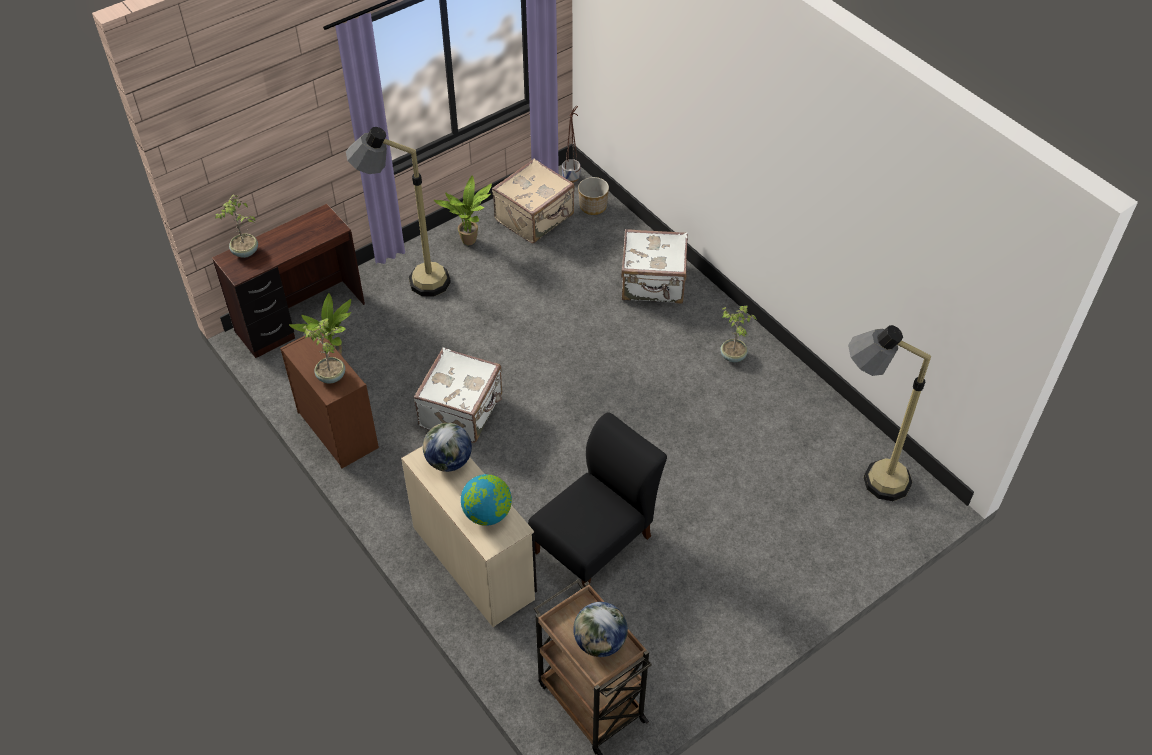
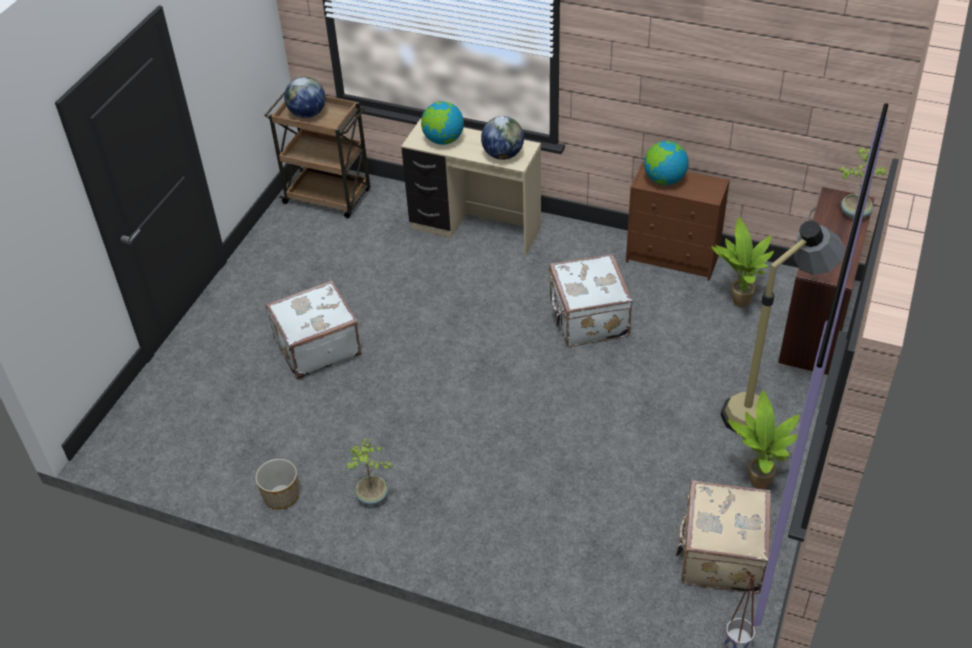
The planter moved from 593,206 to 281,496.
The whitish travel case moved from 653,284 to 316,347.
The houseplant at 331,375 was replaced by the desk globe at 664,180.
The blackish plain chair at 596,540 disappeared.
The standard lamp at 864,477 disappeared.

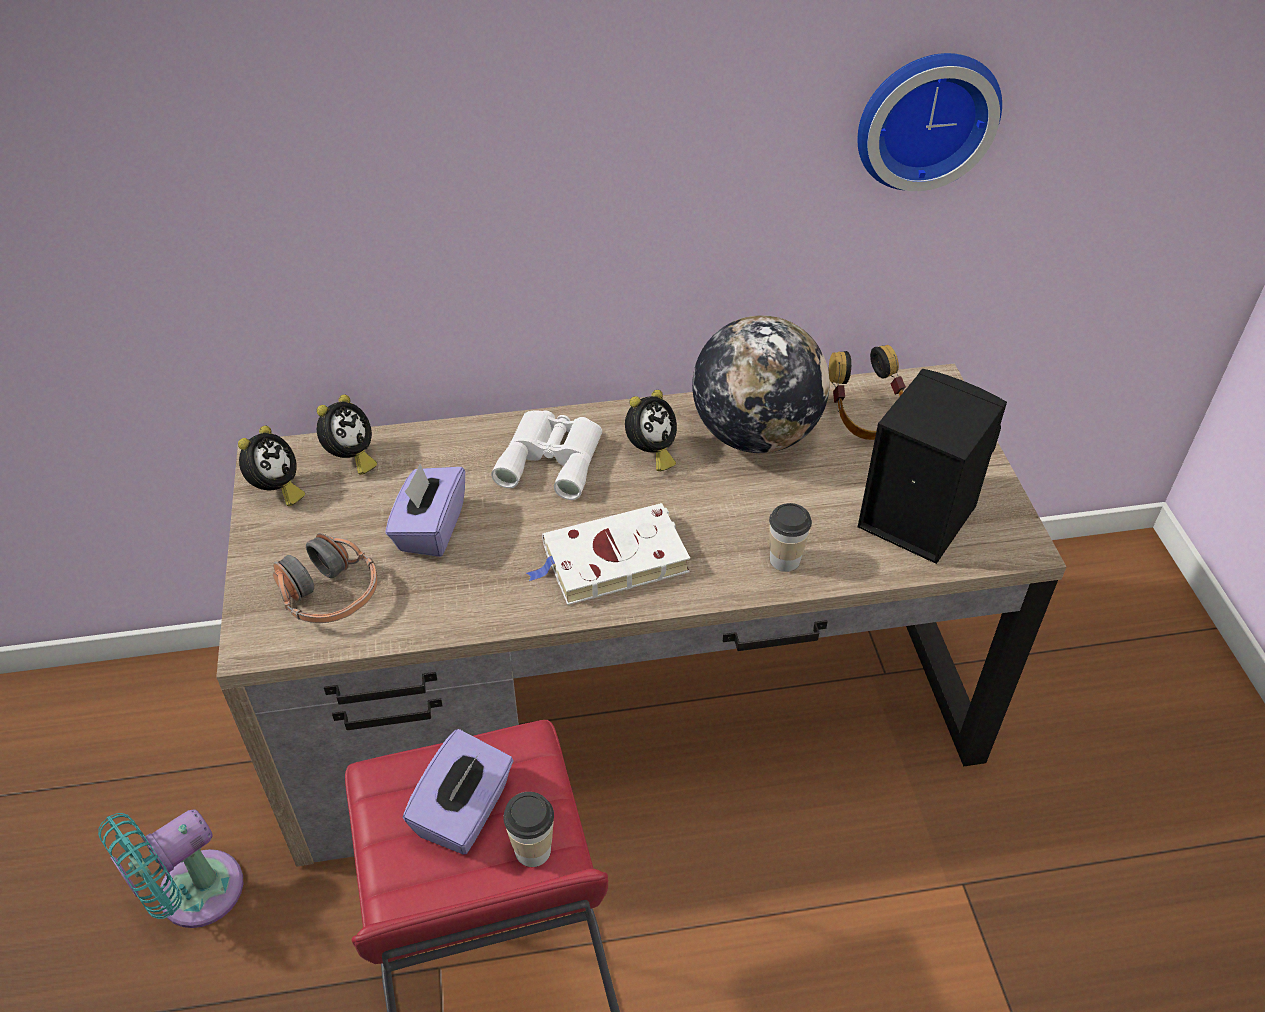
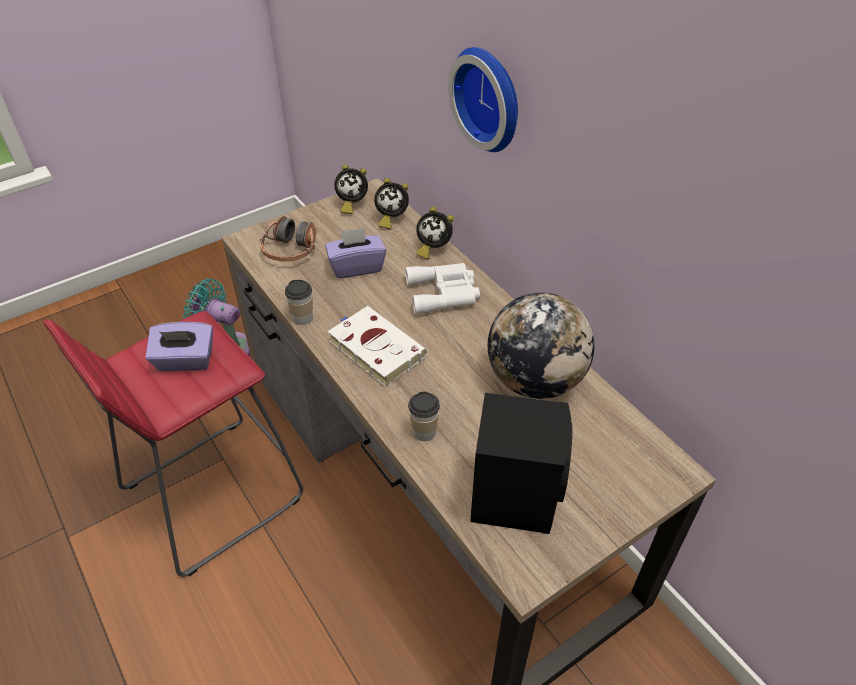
The small cup moved from 532,850 to 302,318.
The bedside clock moved from 650,453 to 433,248.
The clock on the wall moved from 924,117 to 490,98.
The headset at 865,417 disappeared.

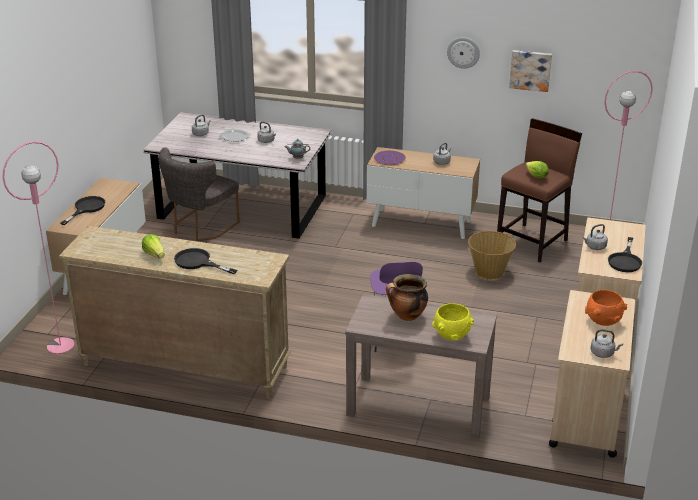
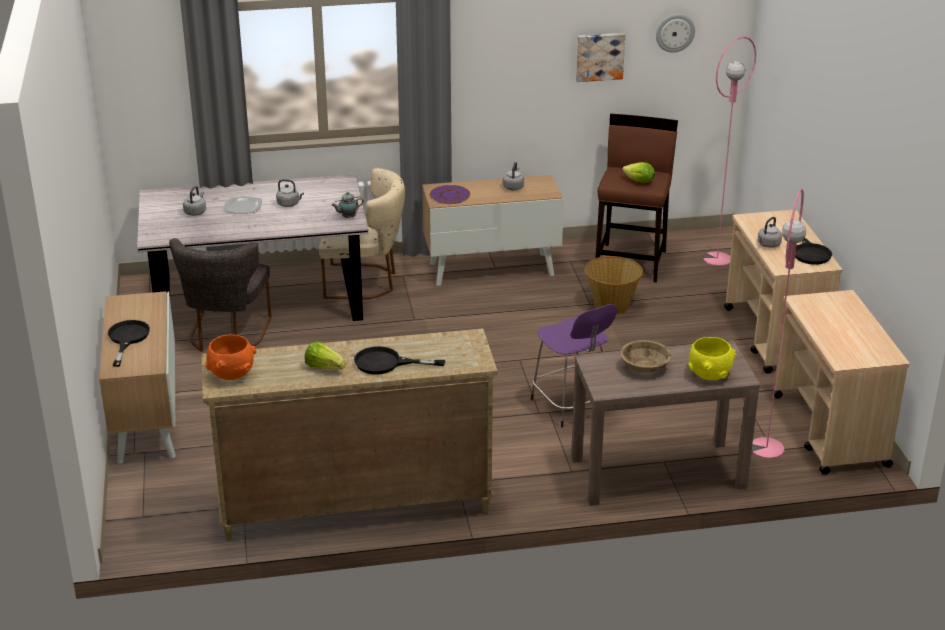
The orange deep dish moved from 603,321 to 232,374.
The beige plain chair at 364,282 appeared.
The stockpot at 407,316 was replaced by the beige deep dish at 644,367.
The clock on the wall moved from 463,52 to 675,32.
The pink-coloured standard lamp moved from 60,345 to 766,448.
The grey tea kettle at 603,353 disappeared.

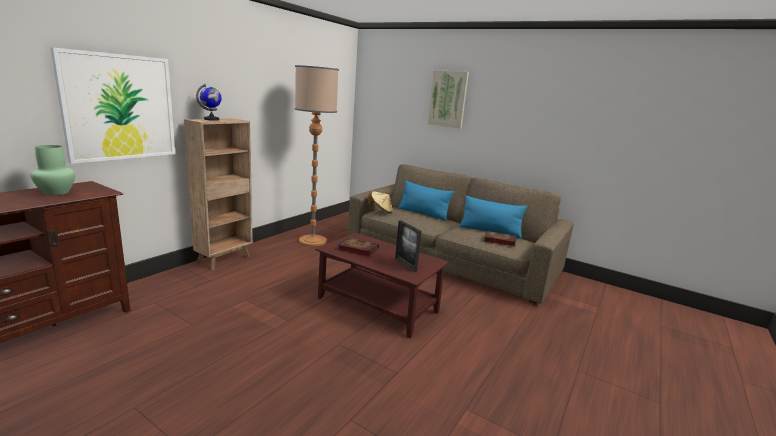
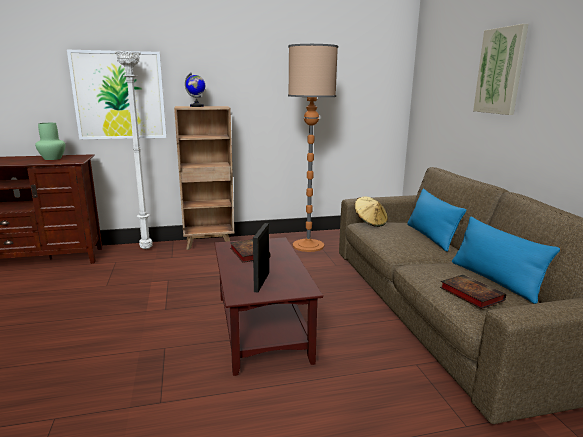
The whitish standard lamp at 147,248 appeared.

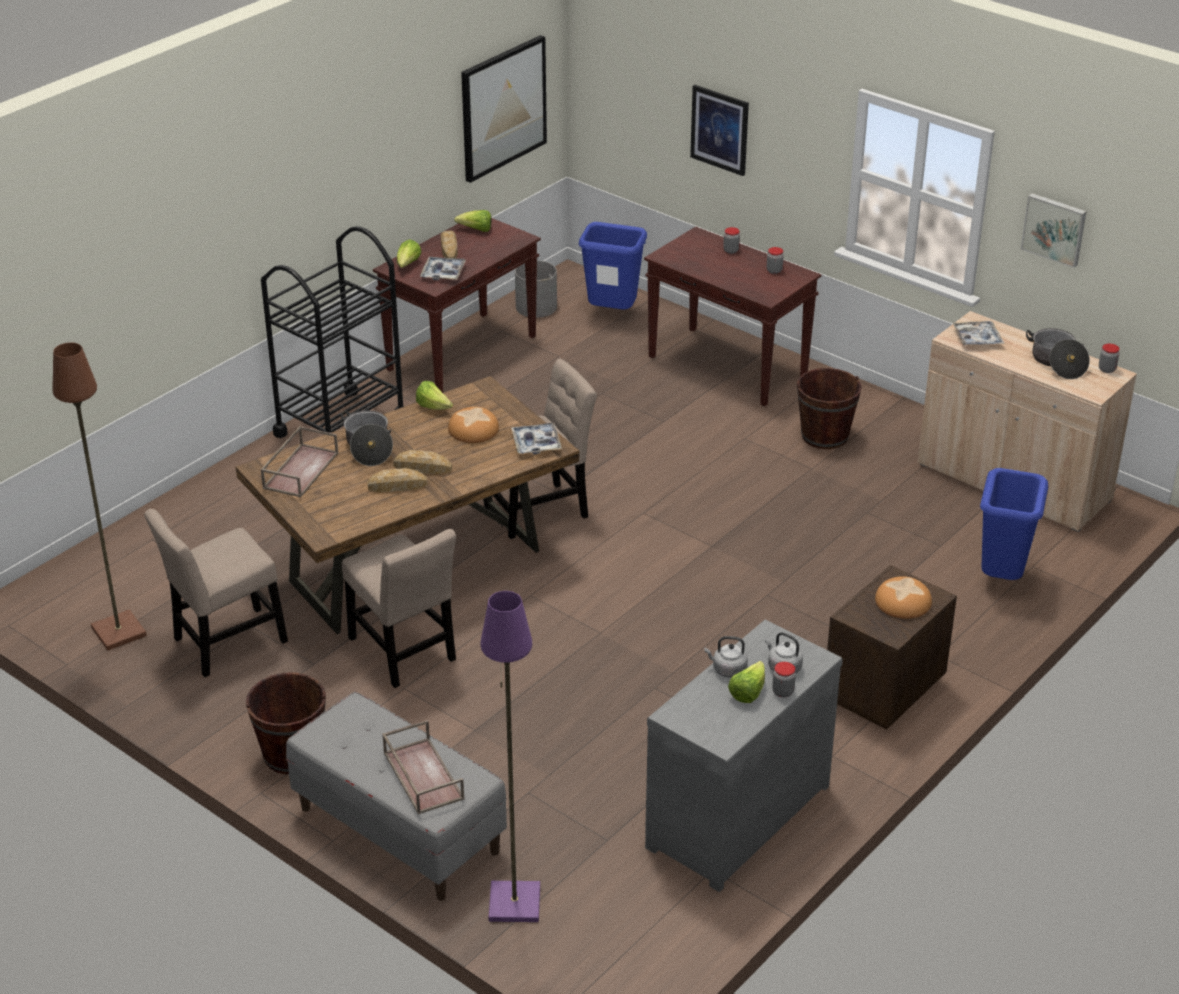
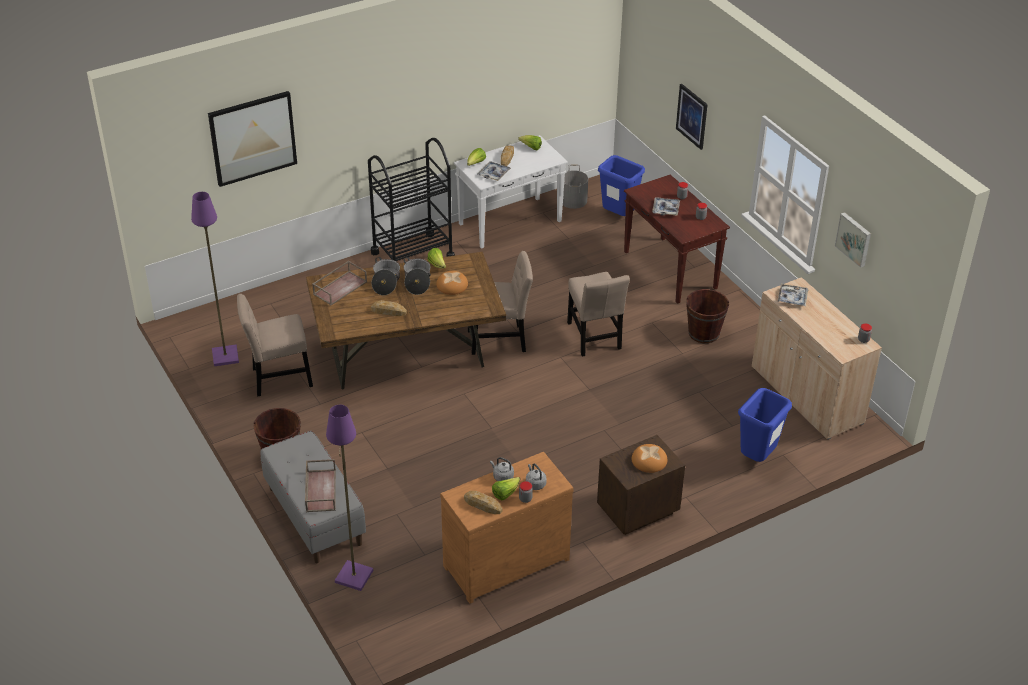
The brown-coloured standard lamp at 117,632 became the purple-coloured standard lamp at 224,356.
The picture moved from 503,107 to 252,138.
The stockpot moved from 1057,363 to 417,281.
The grey chest of drawers at 733,815 became the brown-coloured chest of drawers at 503,561.
The brown-coloured narrow table at 462,353 became the whitish narrow table at 510,222.
The baked bread moved from 422,467 to 482,505.
The beige plain chair moved from 404,653 to 594,338.
The tray moved from 536,443 to 665,209.

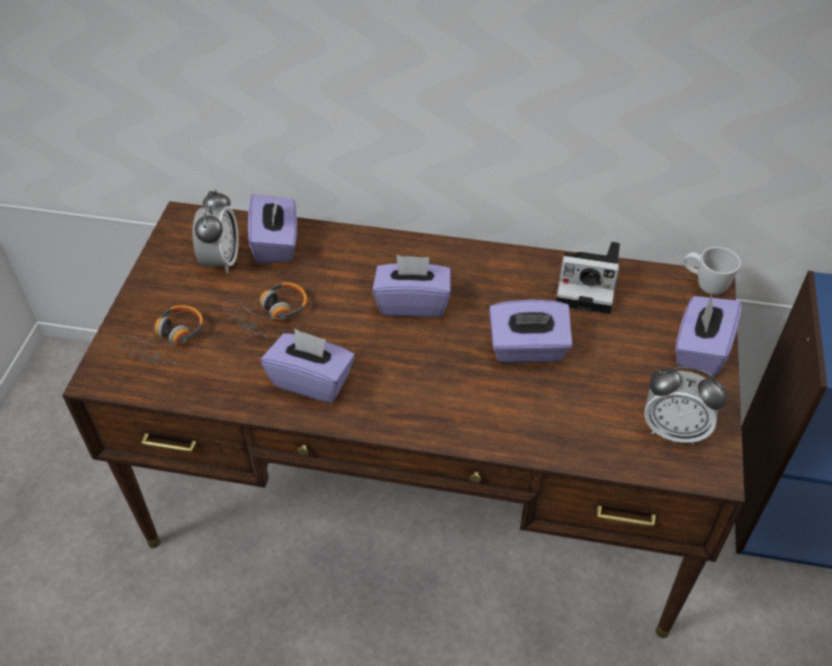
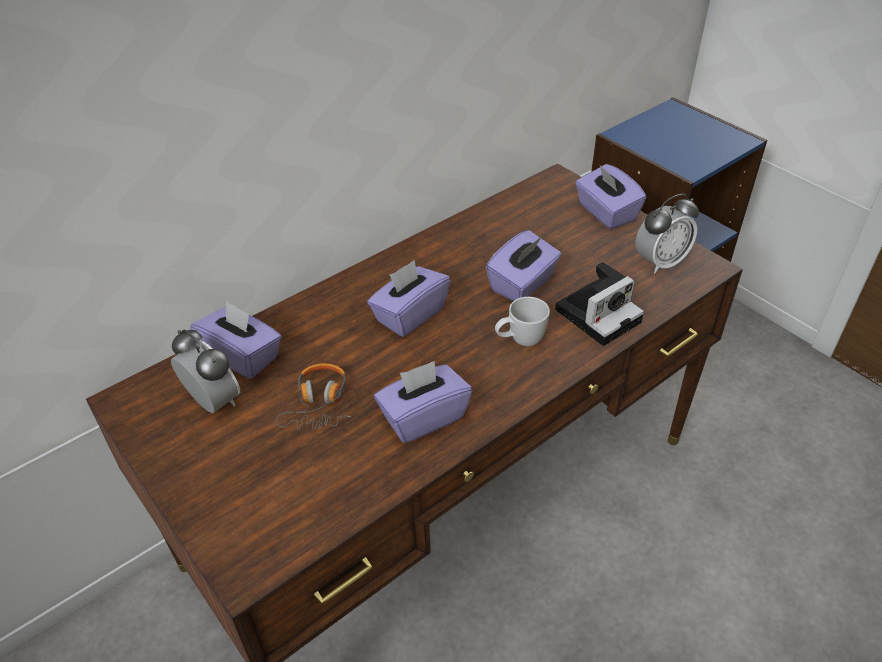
The whitish coffee mug moved from 704,285 to 519,341.
The photo camera moved from 589,285 to 599,314.
The headset at 169,341 disappeared.

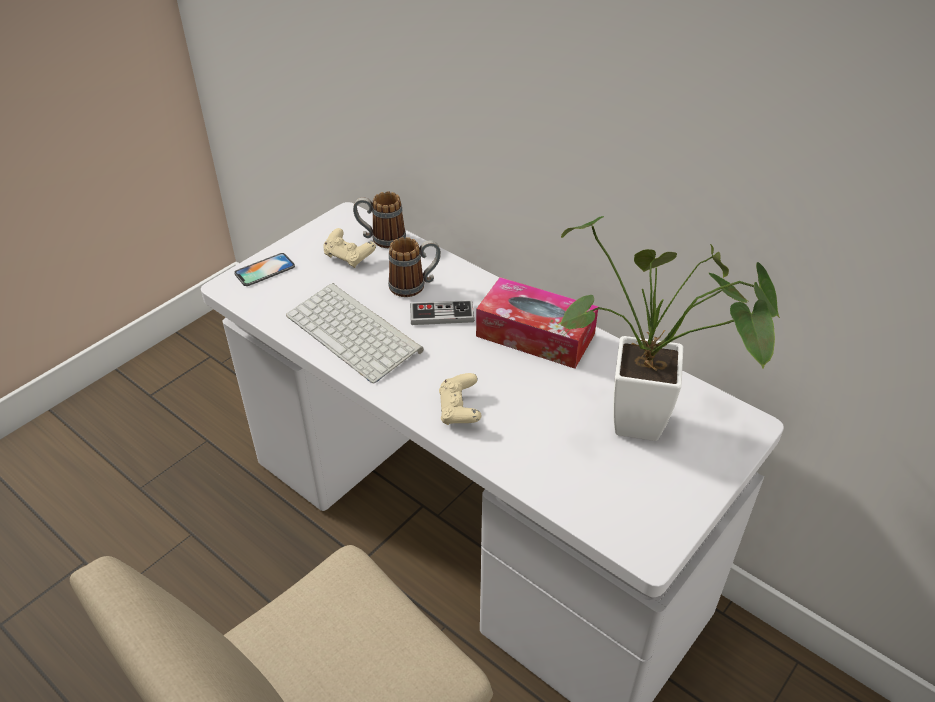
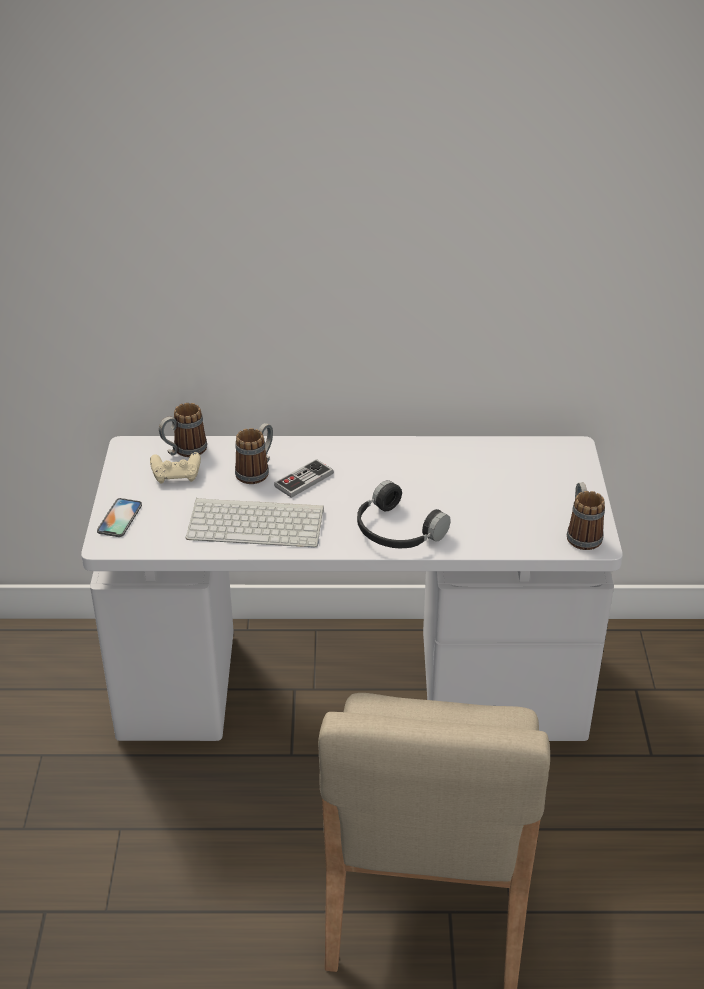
The beige joypad at 459,410 was replaced by the blackish headset at 396,531.
The coffee mug at 581,534 appeared.
The tissue box at 535,335 disappeared.
The houseplant at 651,426 disappeared.

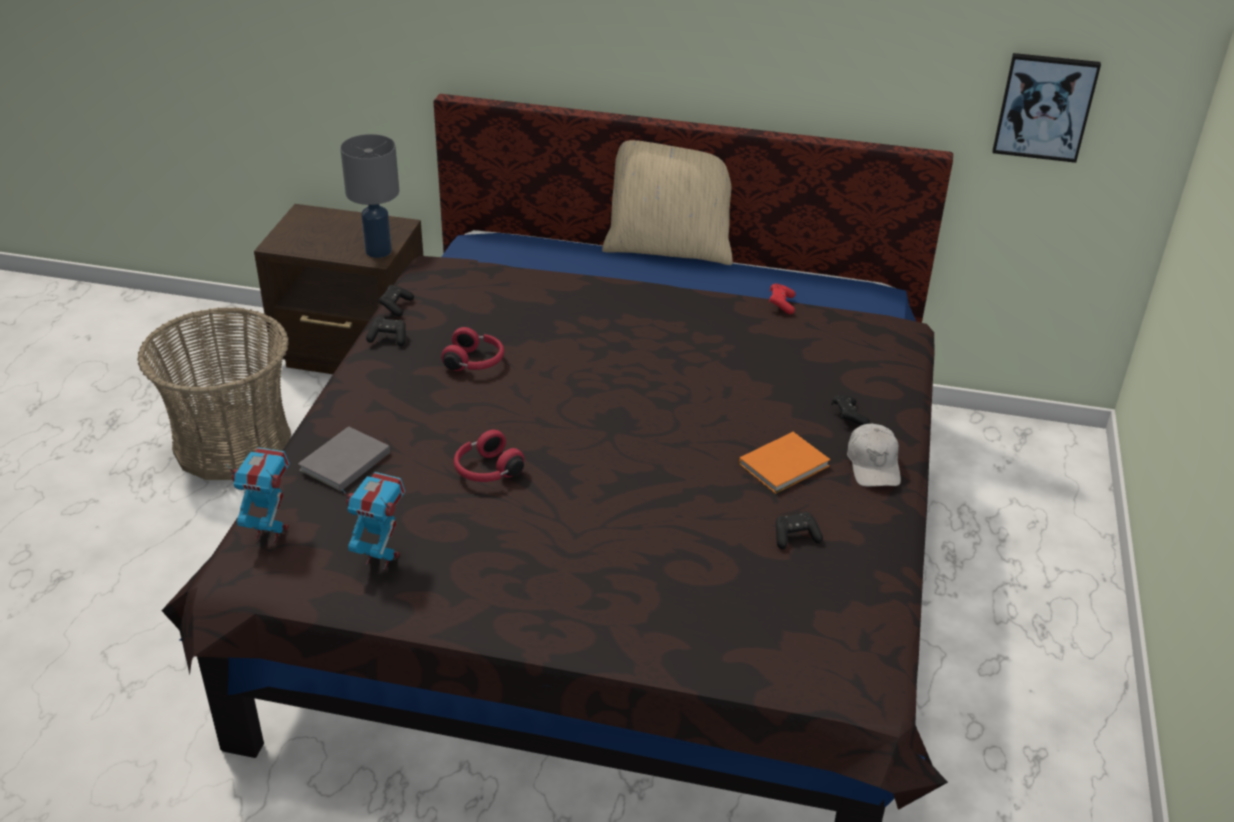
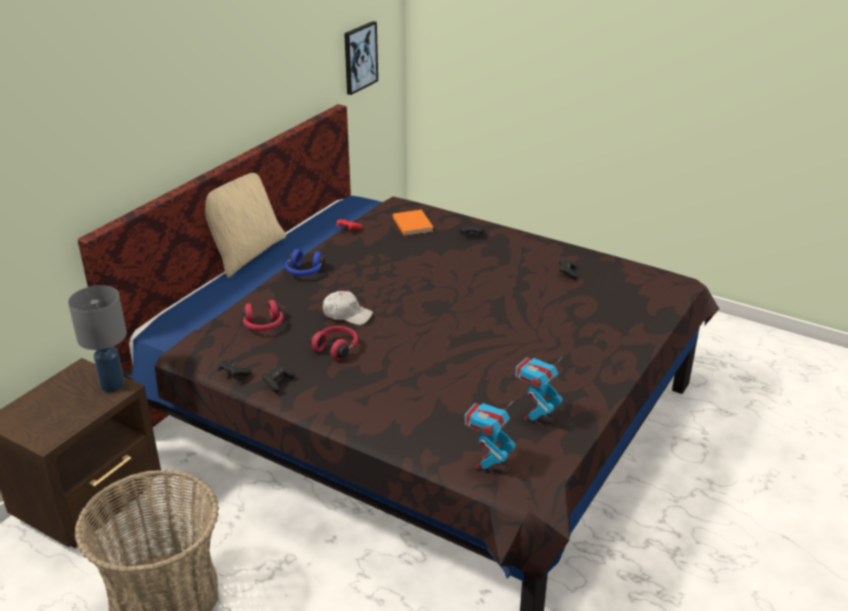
The red-coloured headset moved from 486,471 to 263,325.
The blue-coloured headset at 304,272 appeared.
The whitish cap moved from 873,464 to 347,314.
The orange bound book moved from 786,465 to 413,224.
The grey bound book at 342,462 disappeared.

